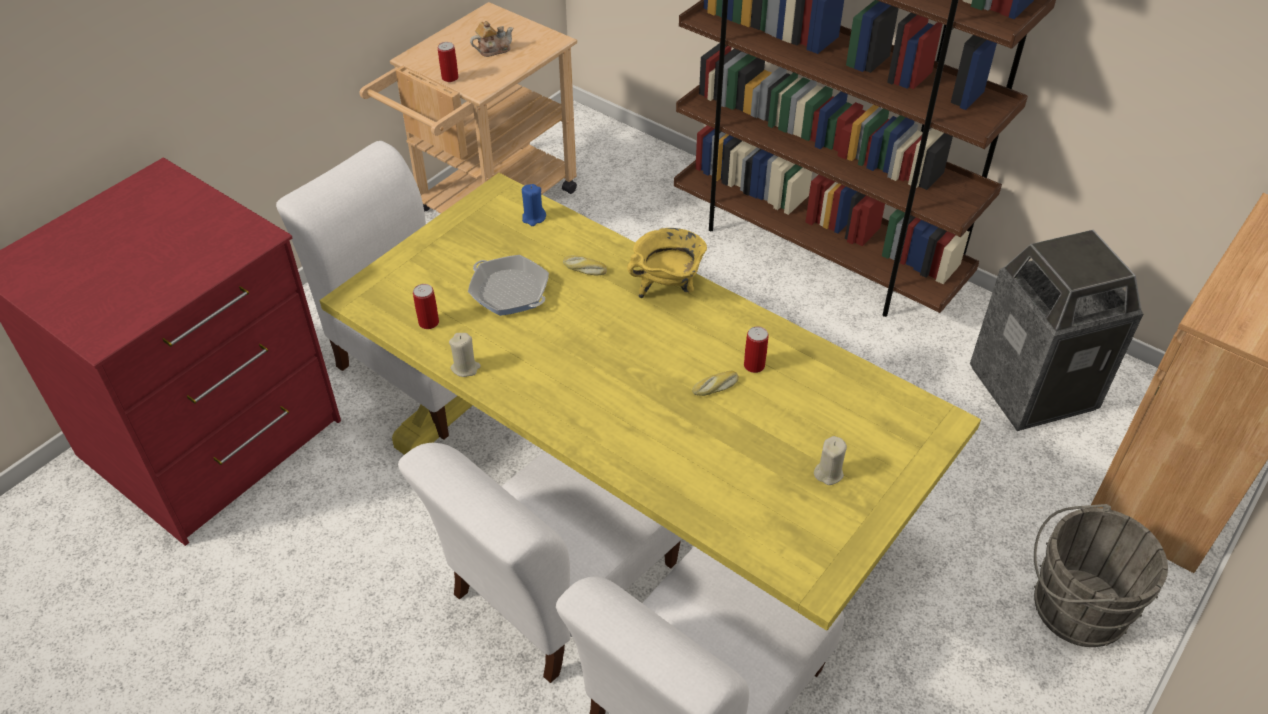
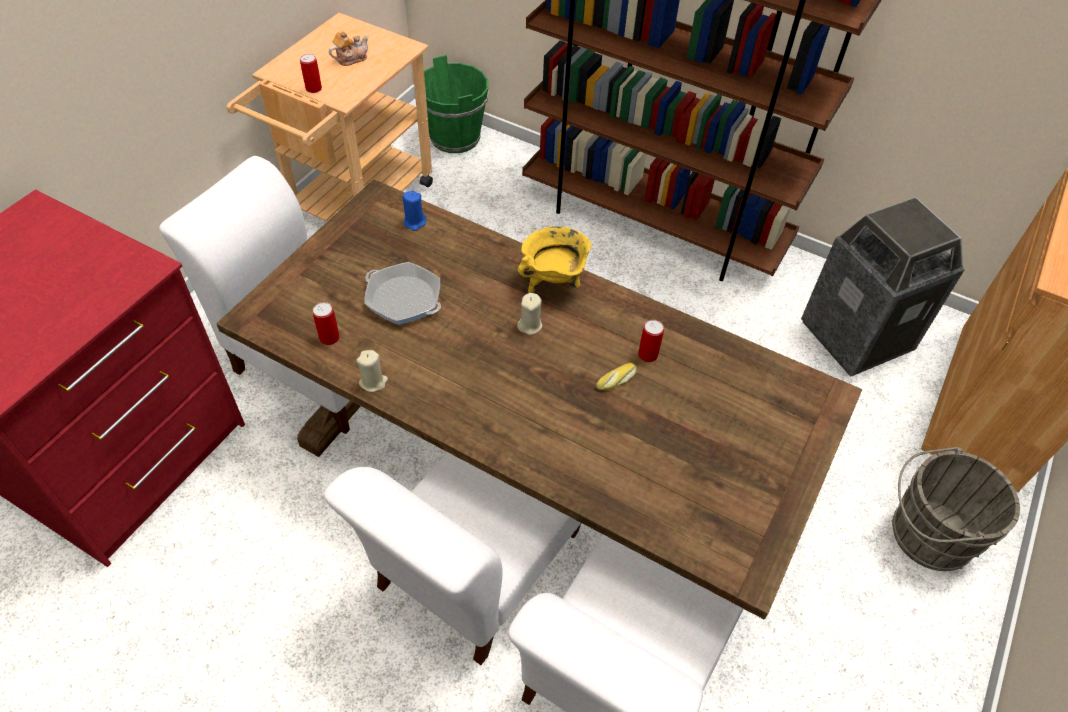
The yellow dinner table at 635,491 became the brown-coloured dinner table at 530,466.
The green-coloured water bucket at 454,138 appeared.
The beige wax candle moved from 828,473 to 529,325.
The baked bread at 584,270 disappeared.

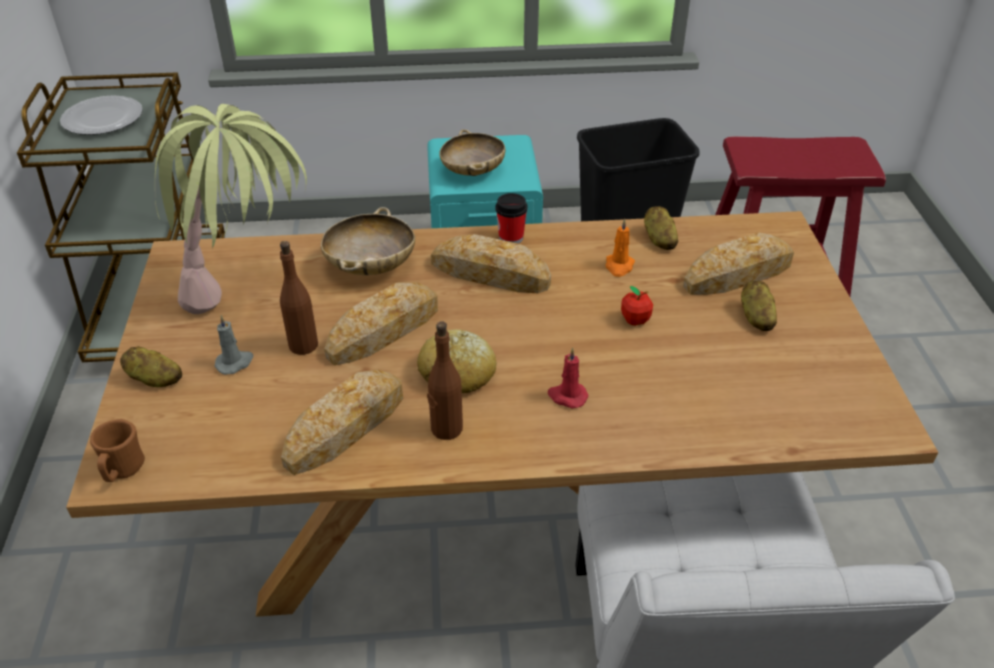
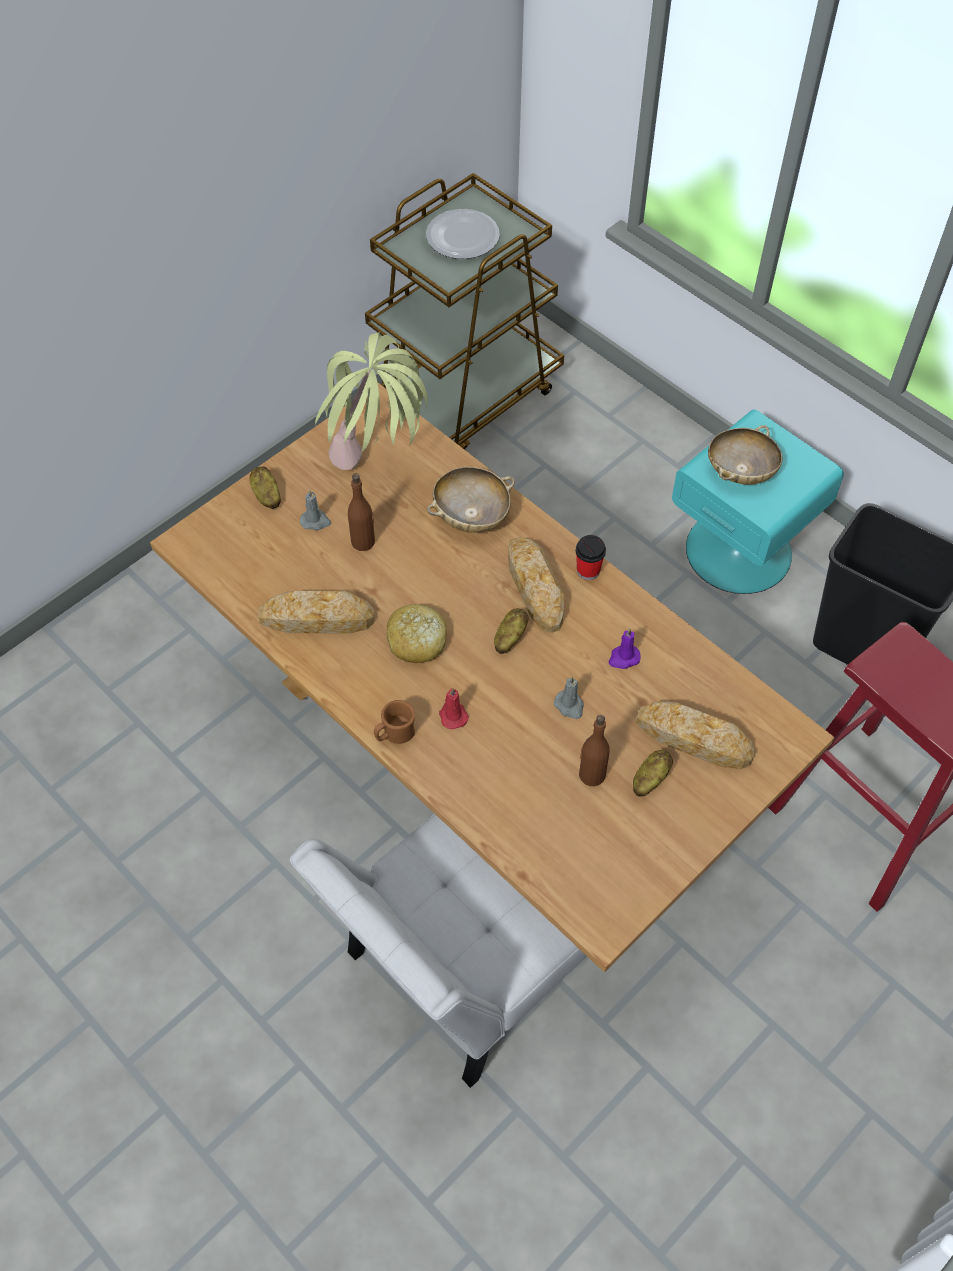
The brown-coloured coffee mug moved from 122,471 to 395,735.
The potato moved from 659,239 to 509,638.
The apple at 635,320 was replaced by the grey wax candle at 570,706.
The brown-coloured beverage bottle moved from 446,428 to 591,774.
The orange wax candle at 619,266 became the purple-coloured wax candle at 623,658.
The baked bread at 383,330 disappeared.

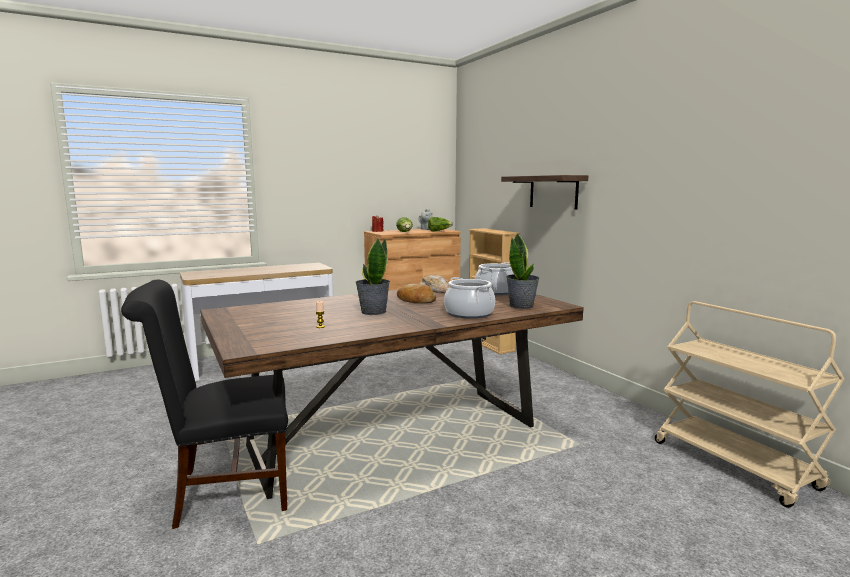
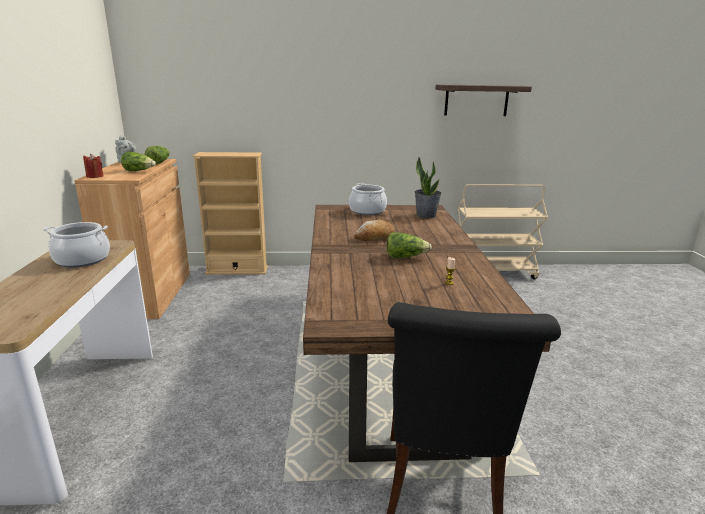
The stockpot moved from 469,313 to 82,260.
The houseplant at 373,312 was replaced by the head of lettuce at 405,257.
The bracket shelf moved from 553,192 to 476,100.
The baked bread at 436,290 disappeared.

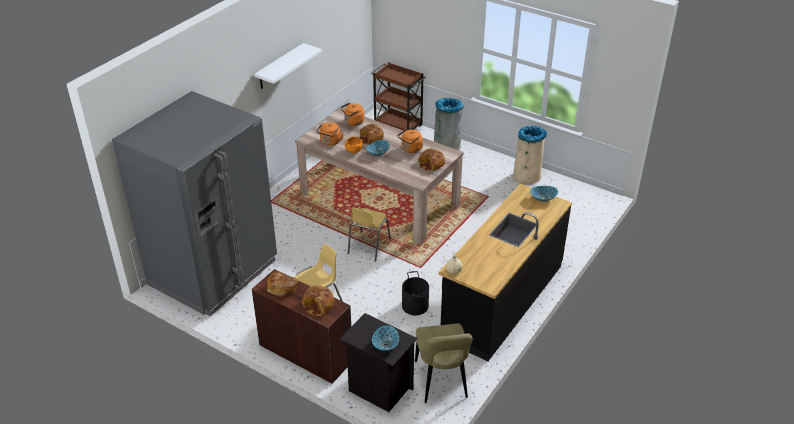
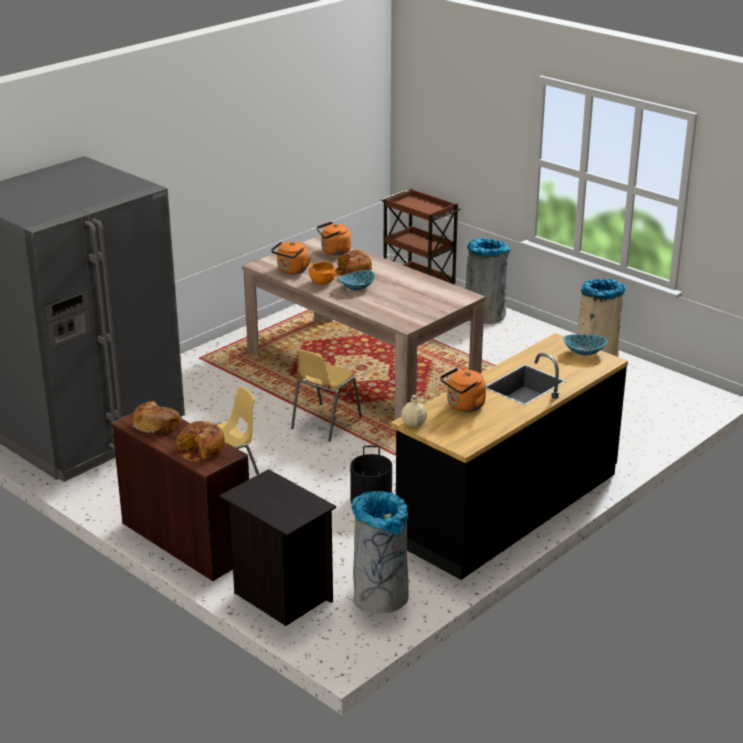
The beige plain chair at 441,382 was replaced by the grey waste bin at 379,597.
The orange tea kettle moved from 411,149 to 464,406.
The whitish bracket shelf at 280,67 disappeared.
The deep dish at 386,345 disappeared.
The baked bread at 431,164 disappeared.

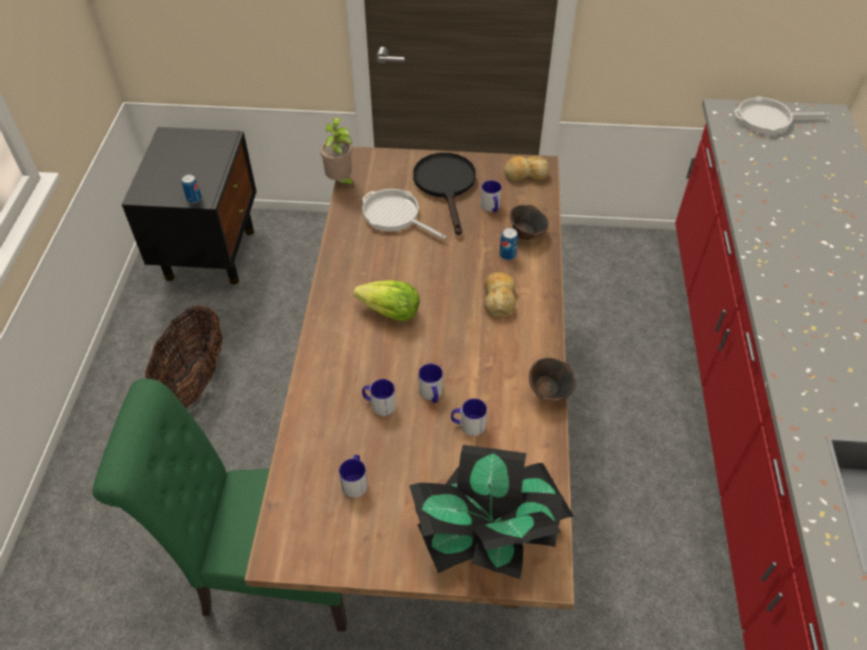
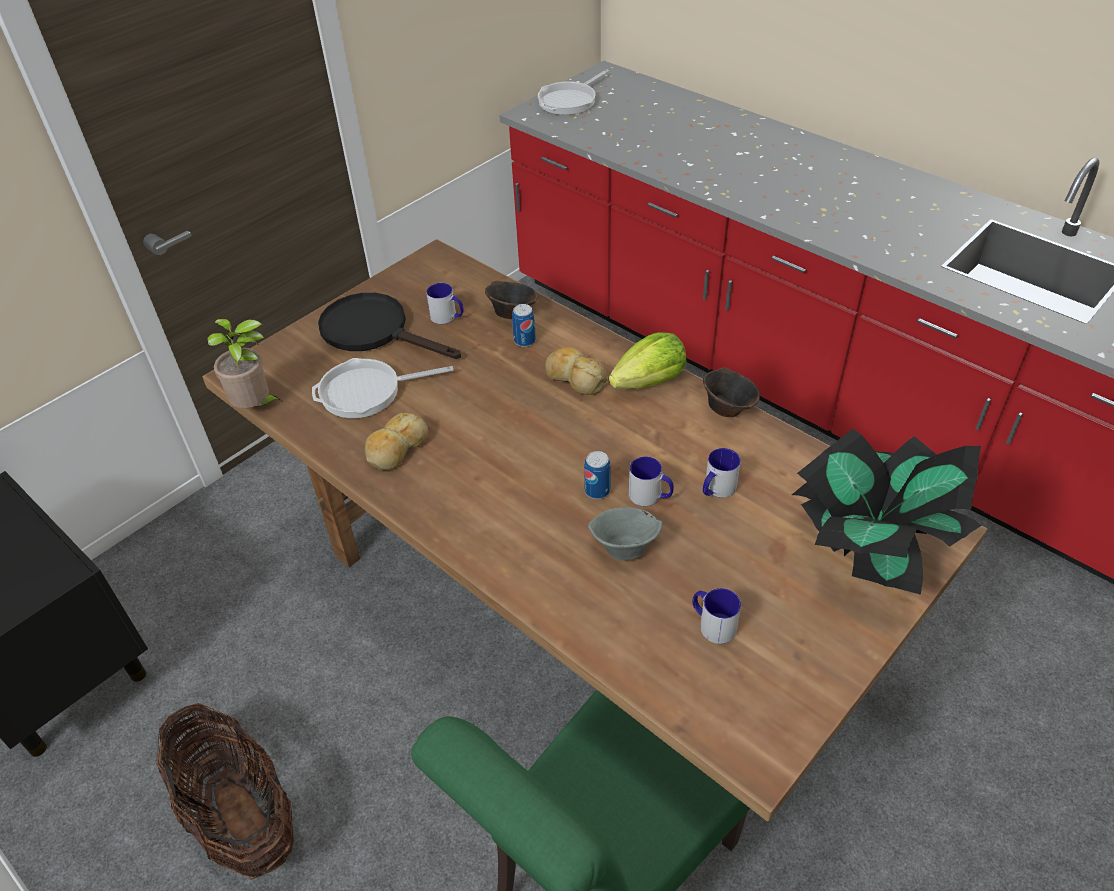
The baked bread moved from 525,174 to 396,449.
The can moved from 194,199 to 597,491.
The coffee mug at 379,404 was replaced by the grey deep dish at 623,547.
The head of lettuce moved from 390,313 to 650,382.

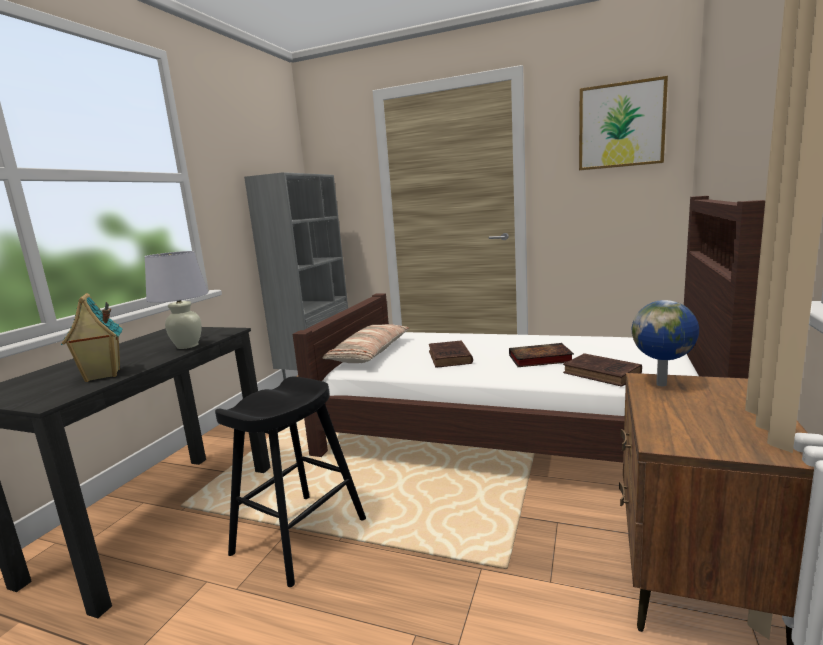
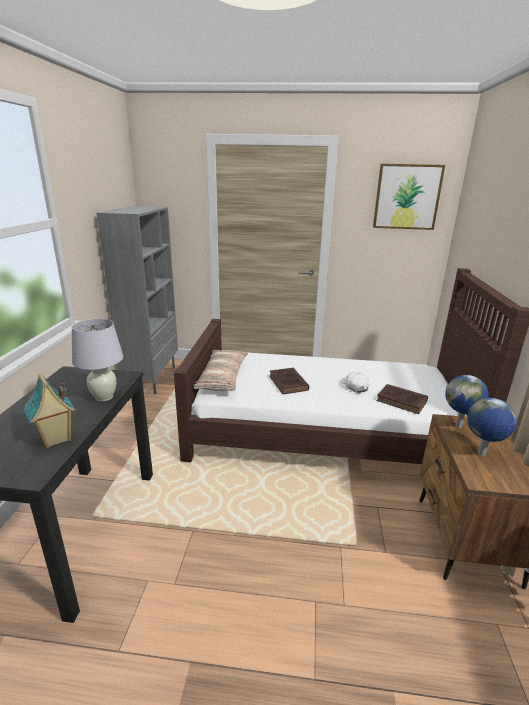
The bound book at 539,359 was replaced by the whitish cap at 354,386.
The desk globe at 482,454 appeared.
The blackish stool at 300,536 disappeared.

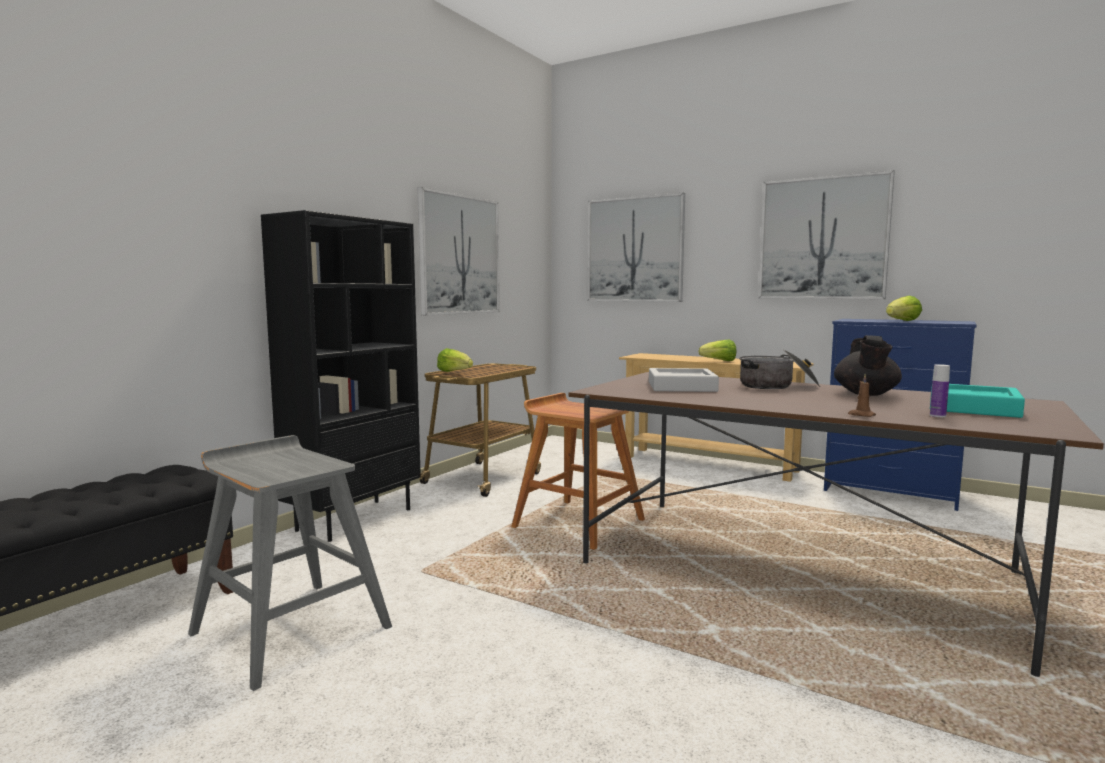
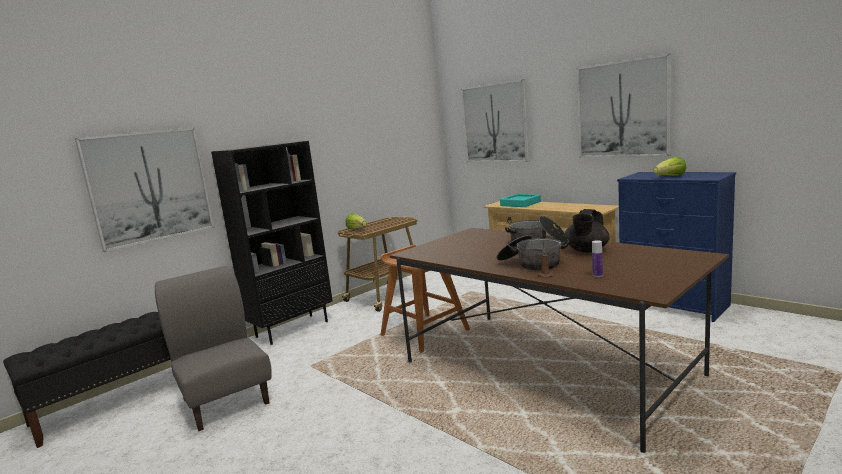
The picture moved from 459,255 to 149,186.
The grey stool at 290,629 was replaced by the grey plain chair at 226,400.
The stockpot at 530,264 appeared.
The blue-green tray moved from 973,408 to 520,204.
The grey tray at 681,387 disappeared.
The head of lettuce at 719,361 disappeared.

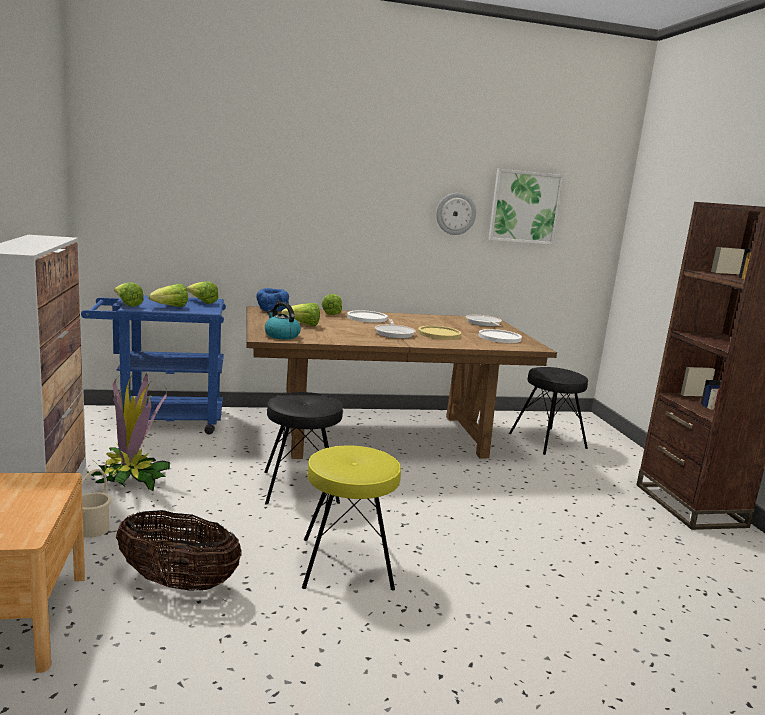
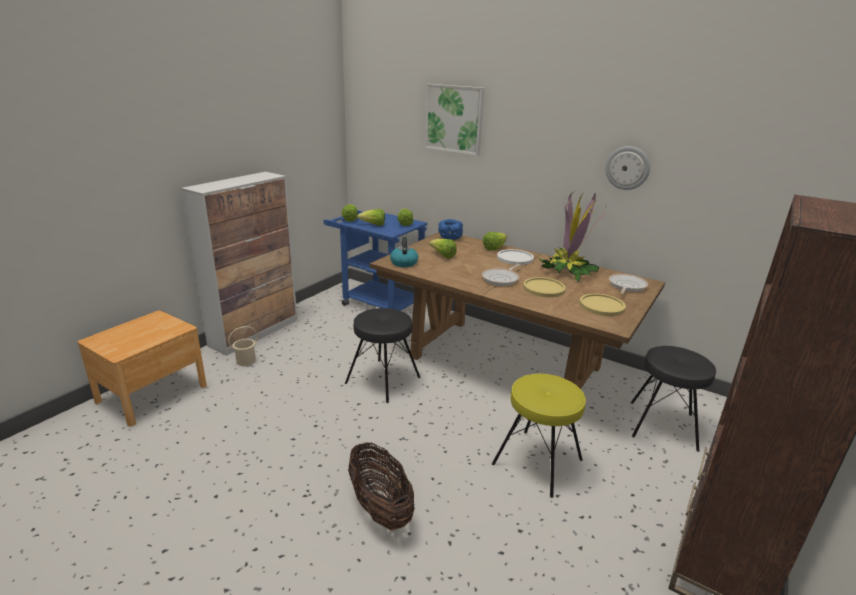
The household basket moved from 178,582 to 380,507.
The picture moved from 524,207 to 454,119.
The yellow stool moved from 346,563 to 536,462.
The houseplant moved from 129,478 to 567,271.
The whitish plate at 499,337 became the yellow plate at 601,306.

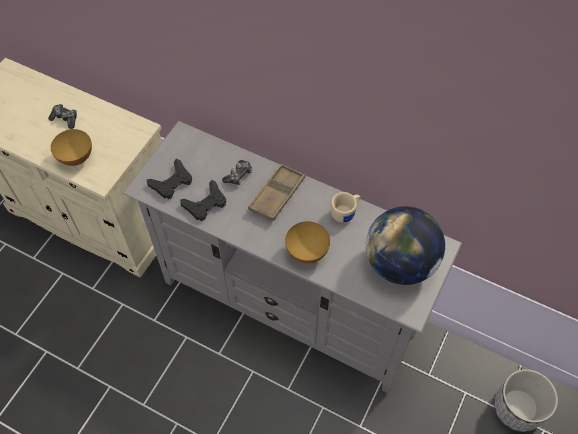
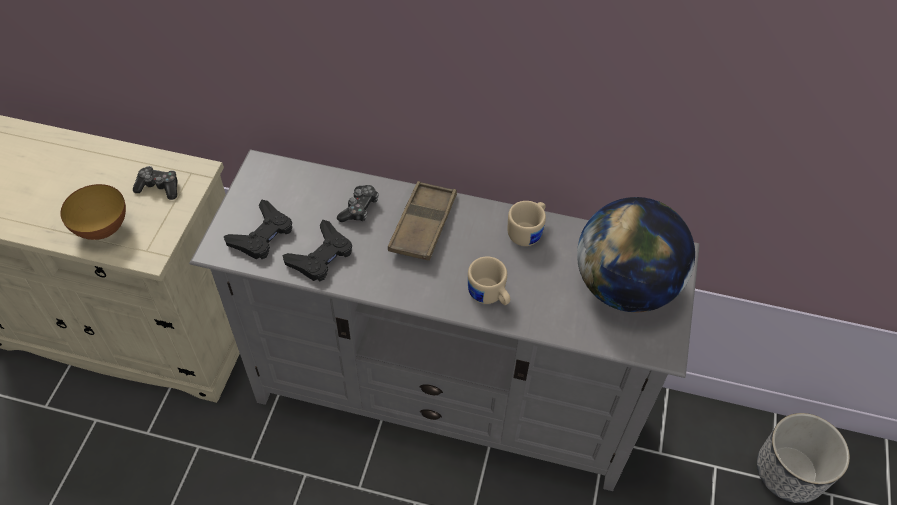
The joypad moved from 65,119 to 159,187.
The deep dish at 307,252 was replaced by the beige coffee mug at 489,296.

